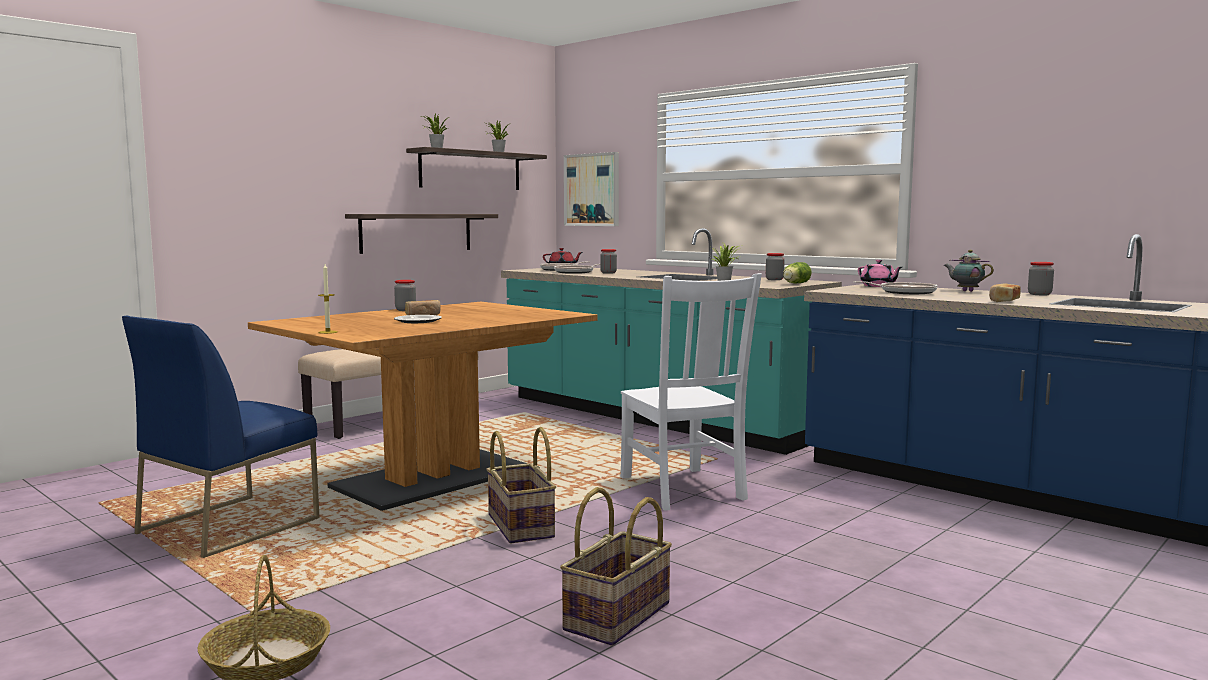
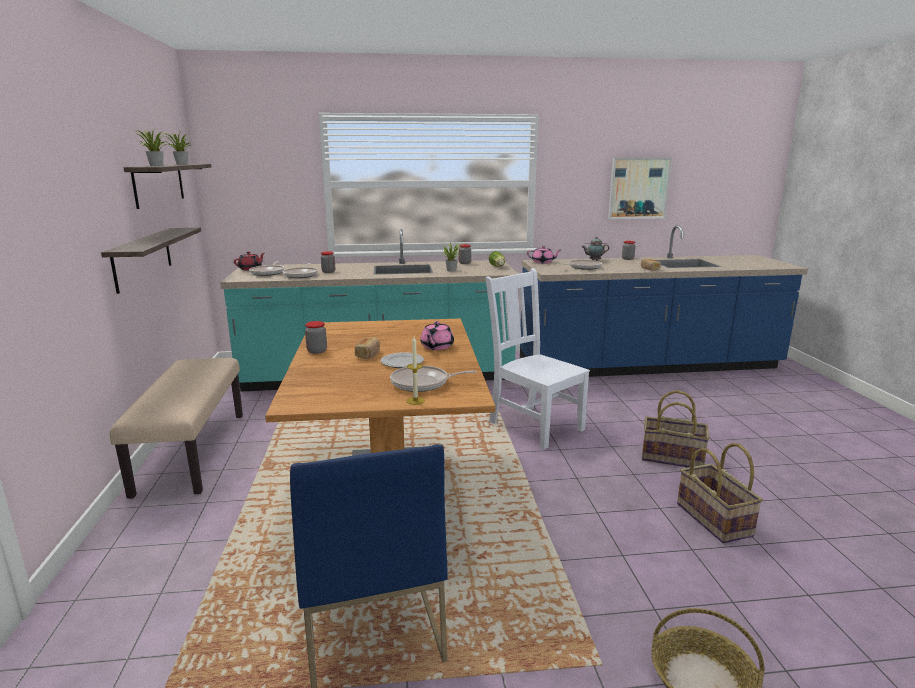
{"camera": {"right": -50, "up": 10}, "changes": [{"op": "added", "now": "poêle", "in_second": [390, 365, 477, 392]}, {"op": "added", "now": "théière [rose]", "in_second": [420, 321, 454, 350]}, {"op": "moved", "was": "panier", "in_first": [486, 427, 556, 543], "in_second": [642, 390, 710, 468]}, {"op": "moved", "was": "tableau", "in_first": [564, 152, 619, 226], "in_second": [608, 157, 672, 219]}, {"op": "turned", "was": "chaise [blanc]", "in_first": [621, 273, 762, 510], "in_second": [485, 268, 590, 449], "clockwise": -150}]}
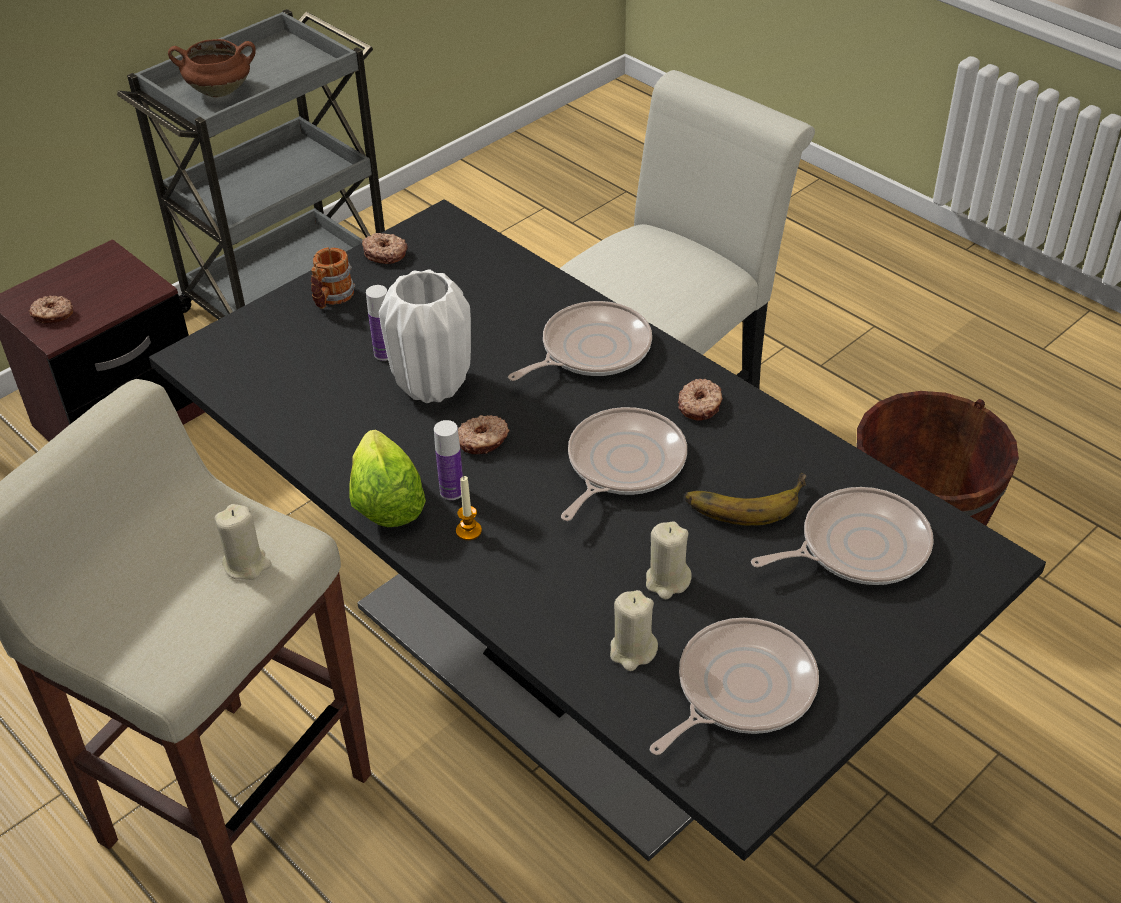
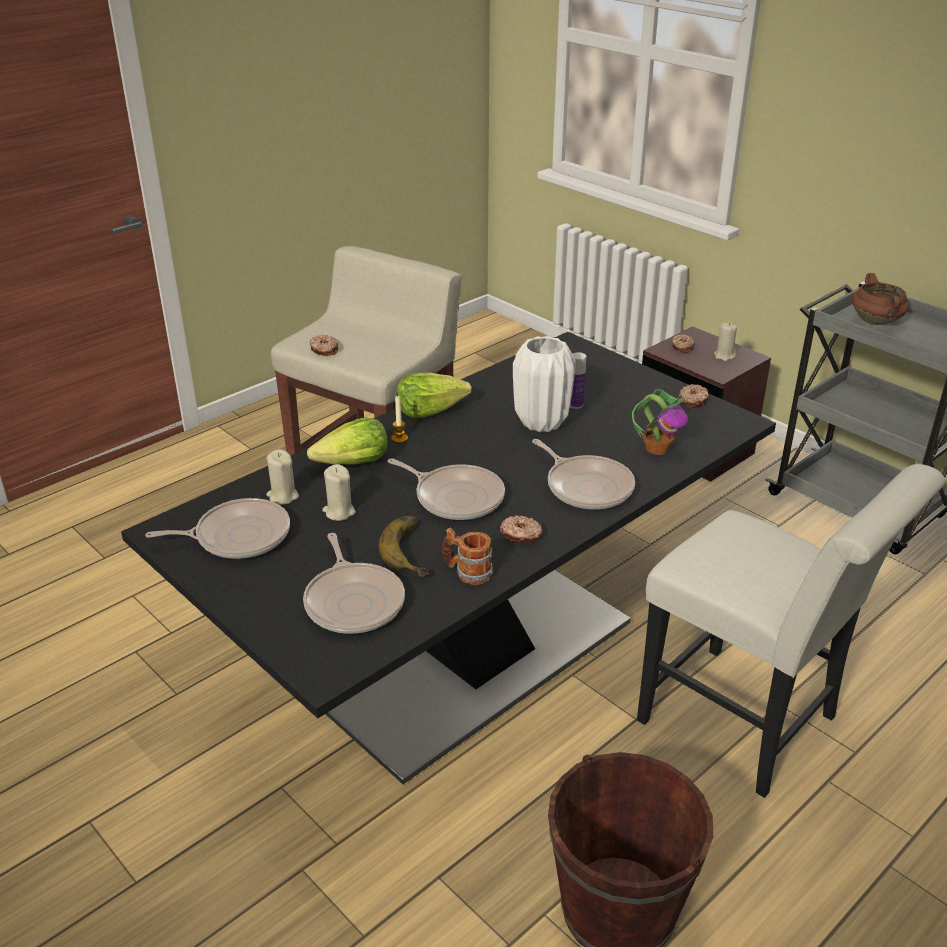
{"camera": {"right": 90, "up": -10}, "changes": [{"op": "removed", "was": "bouteille", "in_first": [434, 420, 463, 500]}, {"op": "added", "now": "laitue", "in_second": [307, 417, 387, 465]}, {"op": "added", "now": "plante en pot", "in_second": [632, 389, 688, 455]}, {"op": "moved", "was": "bougie [beige]", "in_first": [215, 504, 271, 580], "in_second": [714, 323, 737, 361]}, {"op": "moved", "was": "mug", "in_first": [311, 247, 355, 309], "in_second": [442, 528, 493, 585]}, {"op": "moved", "was": "beignet", "in_first": [458, 415, 509, 454], "in_second": [310, 334, 338, 356]}, {"op": "turned", "was": "poêle", "in_first": [650, 618, 819, 755], "in_second": [145, 498, 290, 559], "clockwise": -60}]}
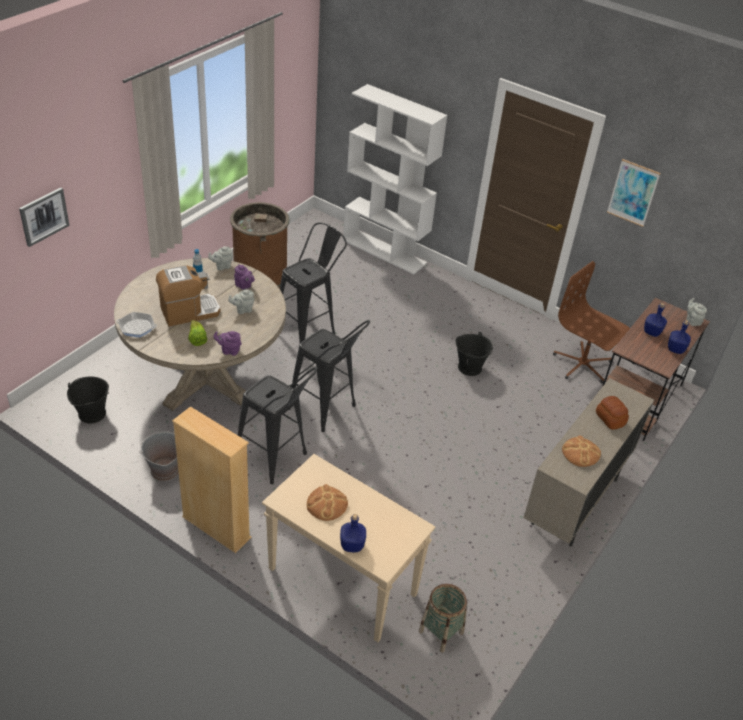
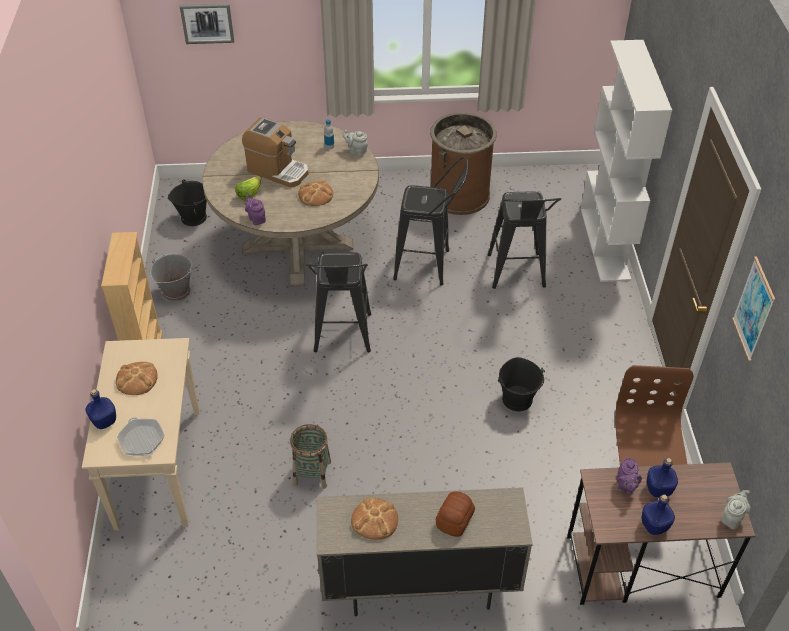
{"camera": {"right": 55, "up": 5}, "changes": [{"op": "moved", "was": "poêle", "in_first": [116, 312, 157, 337], "in_second": [117, 417, 165, 456]}, {"op": "moved", "was": "théière [violet]", "in_first": [234, 264, 255, 290], "in_second": [616, 458, 642, 494]}, {"op": "moved", "was": "tabouret [noir]", "in_first": [238, 367, 318, 484], "in_second": [488, 191, 561, 289]}, {"op": "moved", "was": "panier", "in_first": [419, 584, 467, 653], "in_second": [290, 424, 331, 489]}, {"op": "replaced", "was": "théière [gris]", "now": "pain", "in_first": [228, 289, 254, 314], "in_second": [298, 180, 333, 206]}]}
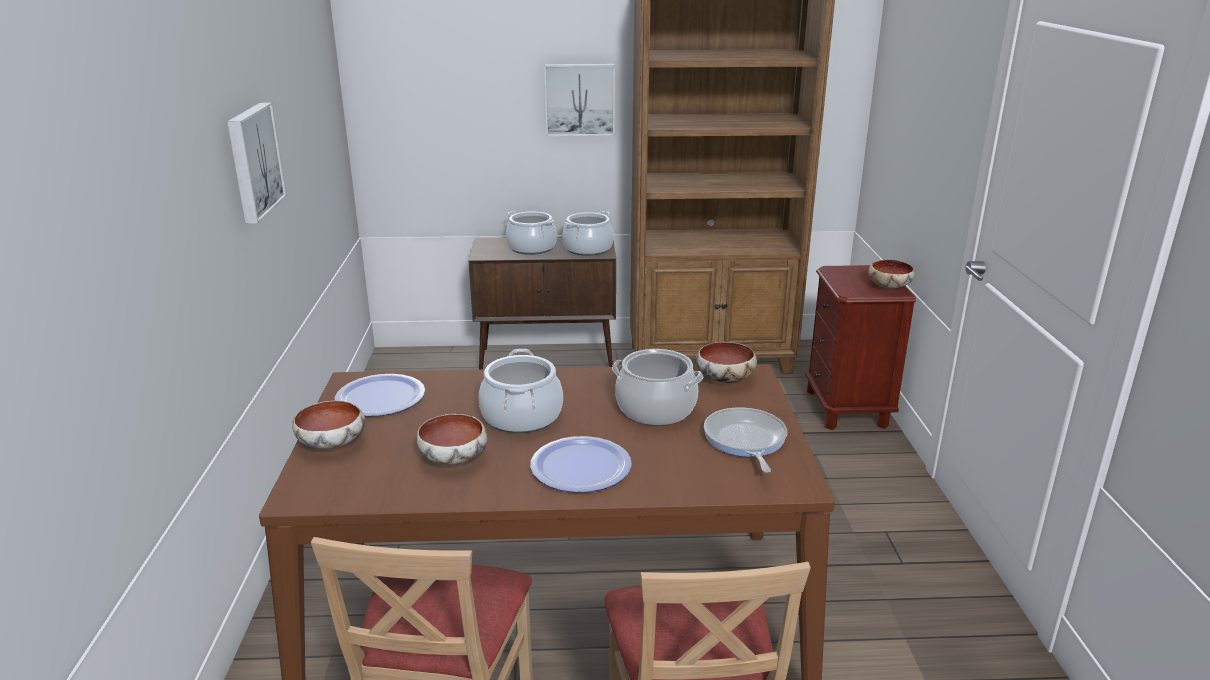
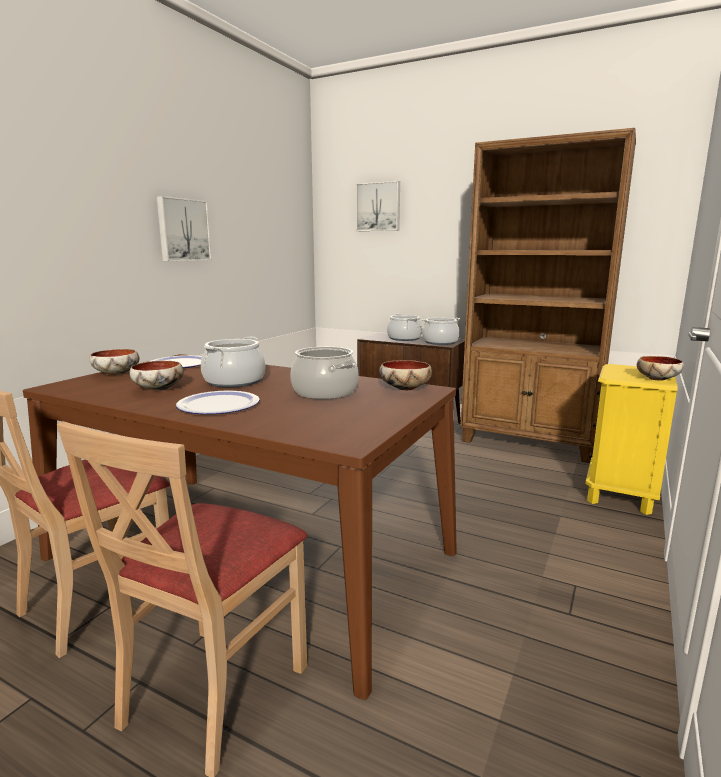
{"camera": {"right": 30, "up": -10}, "changes": [{"op": "removed", "was": "poêle", "in_first": [704, 408, 787, 473]}, {"op": "moved", "was": "tableau", "in_first": [544, 64, 615, 136], "in_second": [356, 181, 400, 231]}, {"op": "recoloured", "was": "table de chevet [marron]", "now": "table de chevet [jaune]", "in_first": [805, 265, 916, 430], "in_second": [585, 364, 678, 515]}]}
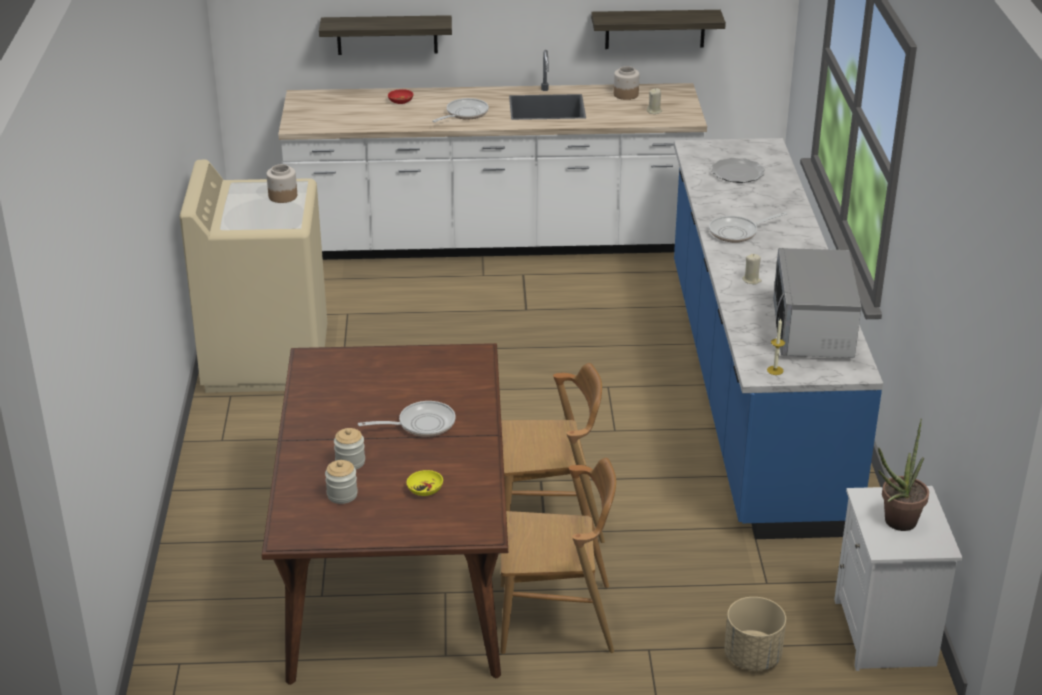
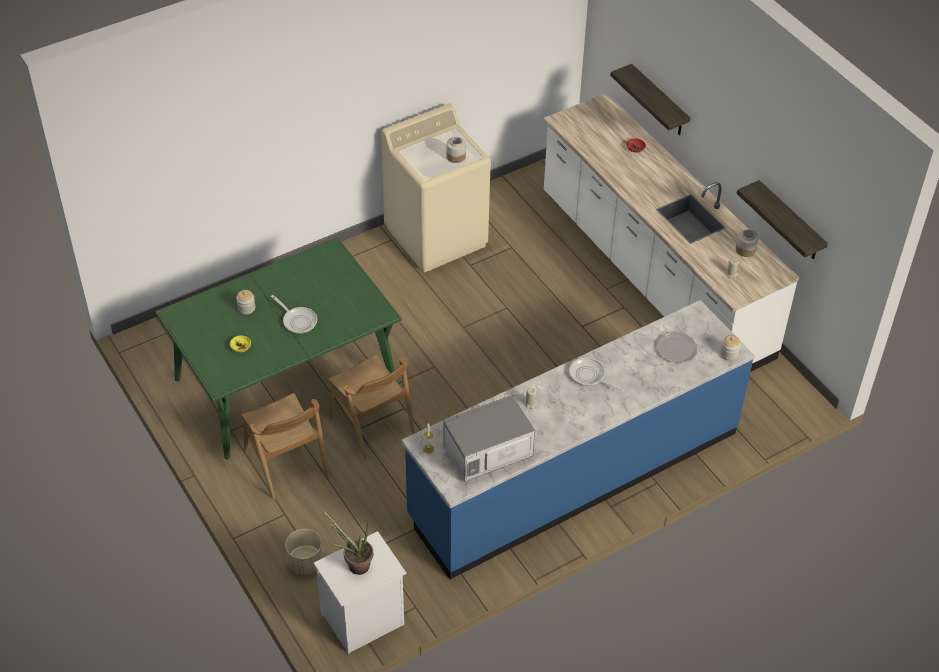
{"camera": {"right": 60, "up": 15}, "changes": [{"op": "removed", "was": "poêle", "in_first": [432, 98, 489, 122]}, {"op": "moved", "was": "bocal", "in_first": [325, 460, 358, 504], "in_second": [720, 335, 741, 361]}, {"op": "recoloured", "was": "table à manger [marron]", "now": "table à manger [vert]", "in_first": [262, 343, 508, 685], "in_second": [155, 237, 402, 460]}]}
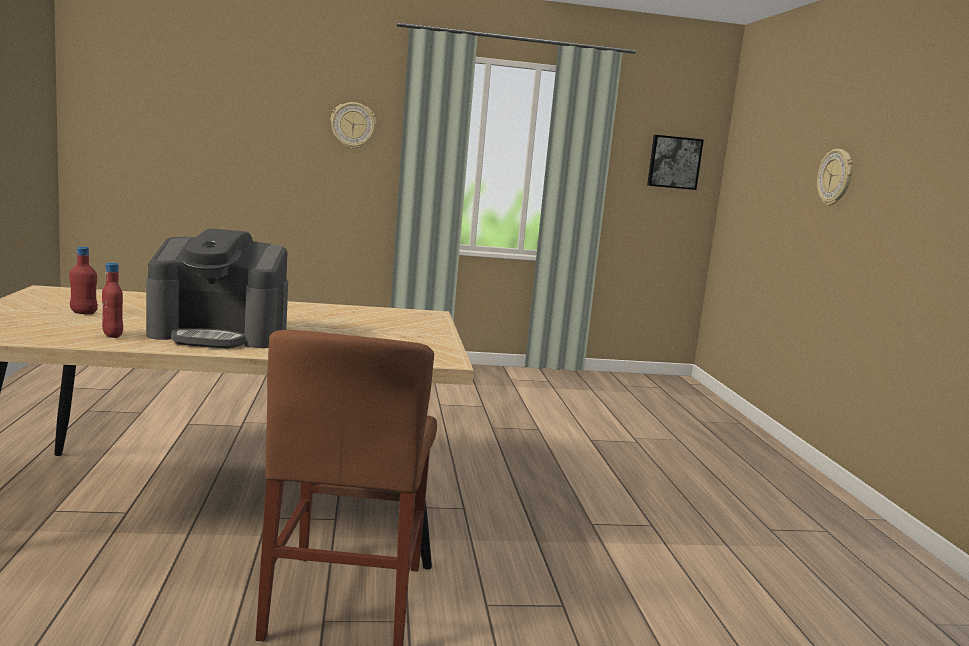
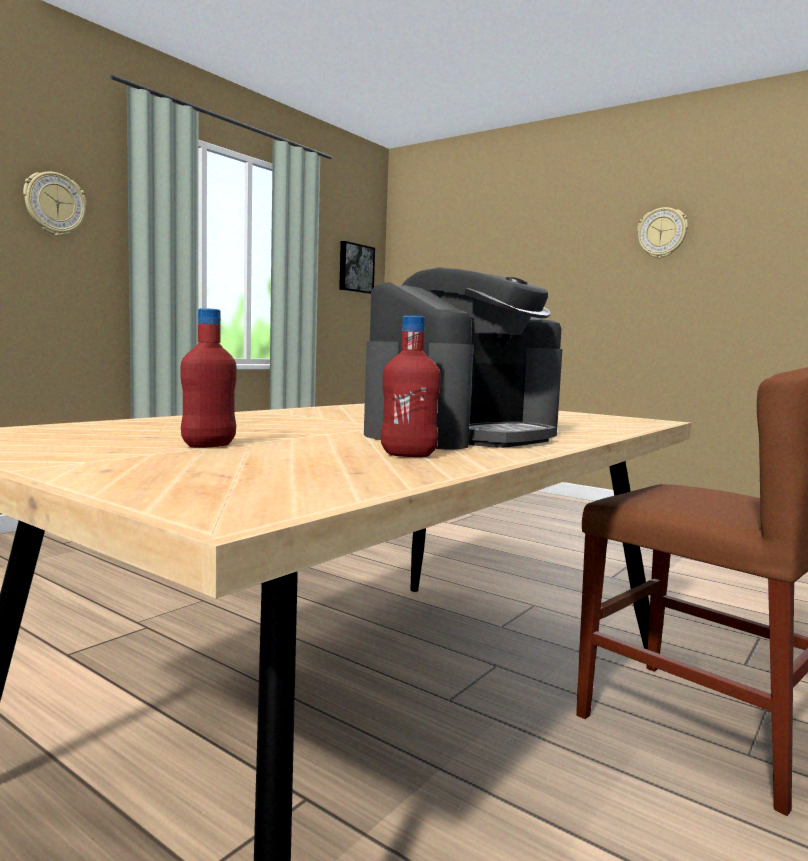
{"camera": {"right": -45, "up": -5}, "changes": [{"op": "moved", "was": "horloge murale", "in_first": [817, 149, 853, 206], "in_second": [637, 207, 688, 258]}]}
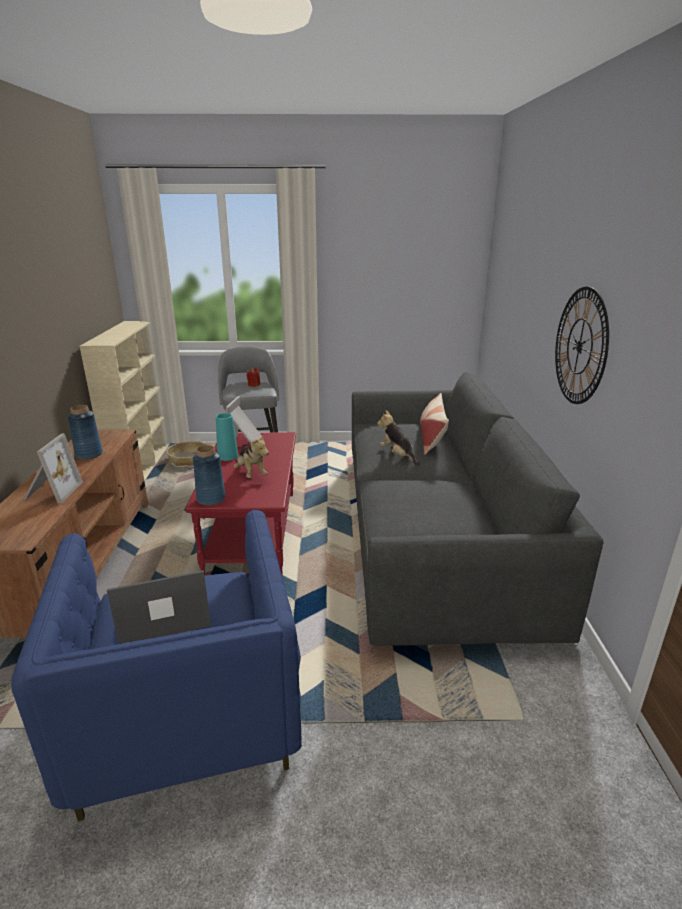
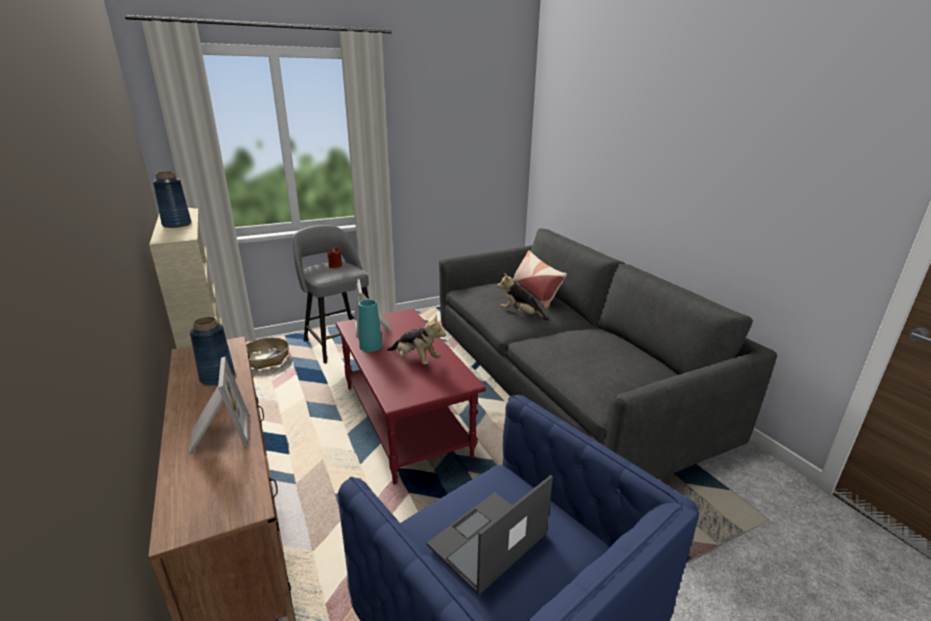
{"camera": {"right": -25, "up": 0}, "changes": [{"op": "removed", "was": "horloge murale", "in_first": [555, 287, 609, 404]}, {"op": "moved", "was": "vase [bleu]", "in_first": [193, 445, 226, 506], "in_second": [153, 171, 192, 228]}]}
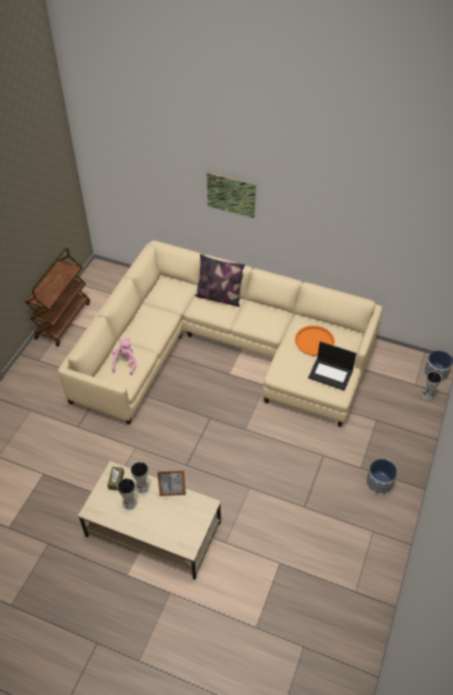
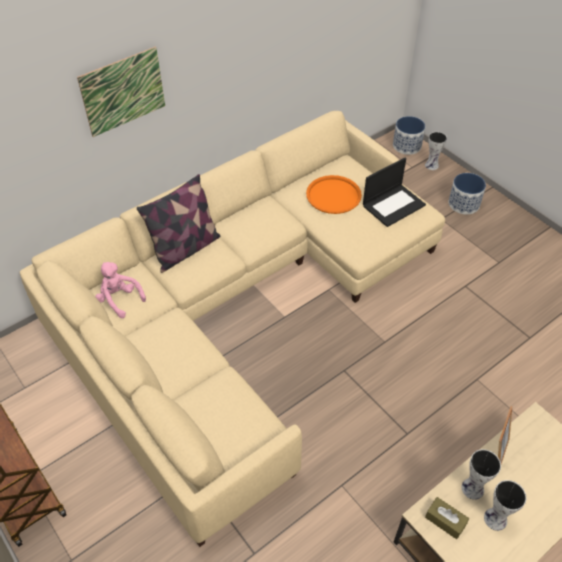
{"camera": {"right": -60, "up": 0}, "changes": [{"op": "moved", "was": "peluche [rose]", "in_first": [112, 338, 136, 375], "in_second": [95, 262, 146, 318]}, {"op": "moved", "was": "cache-pot", "in_first": [366, 459, 397, 495], "in_second": [449, 173, 486, 214]}]}
